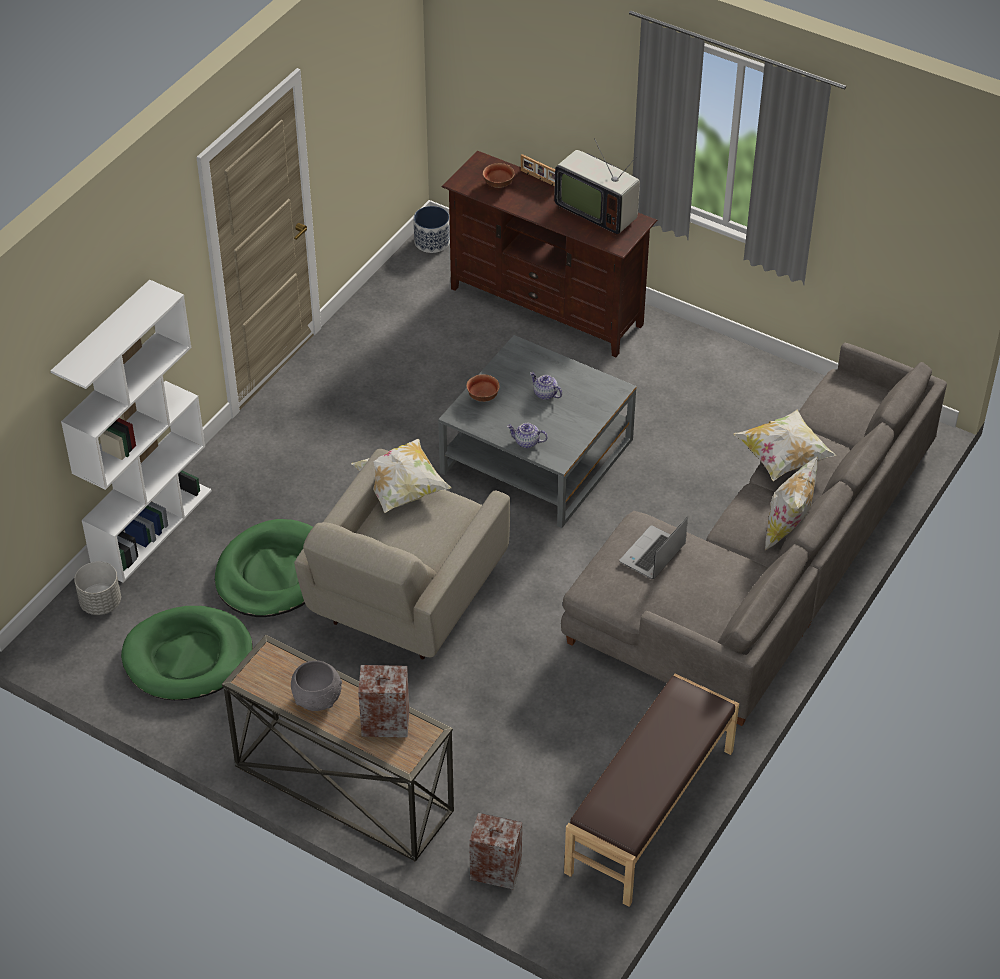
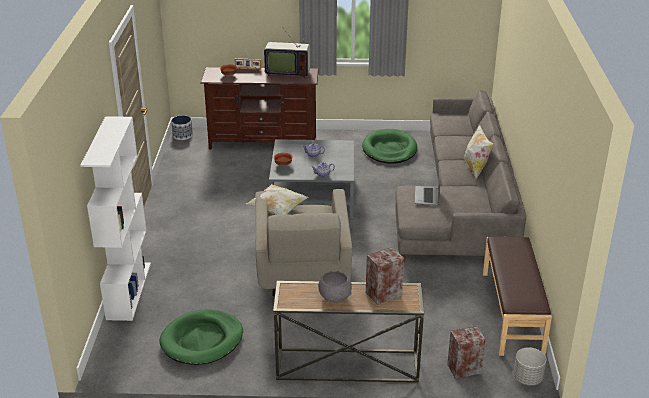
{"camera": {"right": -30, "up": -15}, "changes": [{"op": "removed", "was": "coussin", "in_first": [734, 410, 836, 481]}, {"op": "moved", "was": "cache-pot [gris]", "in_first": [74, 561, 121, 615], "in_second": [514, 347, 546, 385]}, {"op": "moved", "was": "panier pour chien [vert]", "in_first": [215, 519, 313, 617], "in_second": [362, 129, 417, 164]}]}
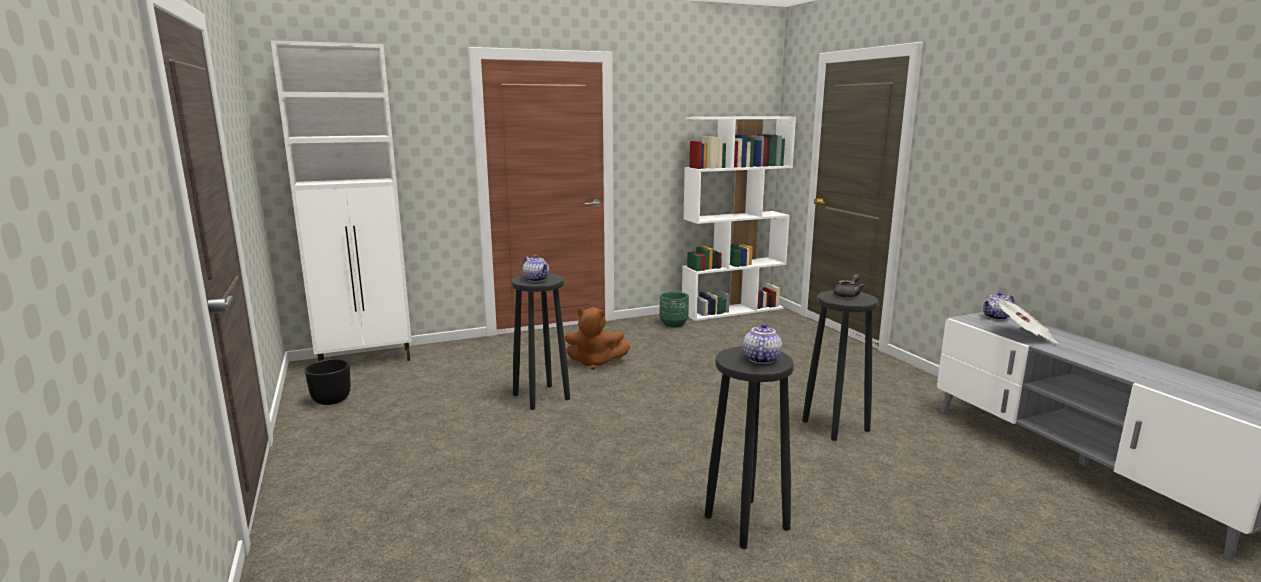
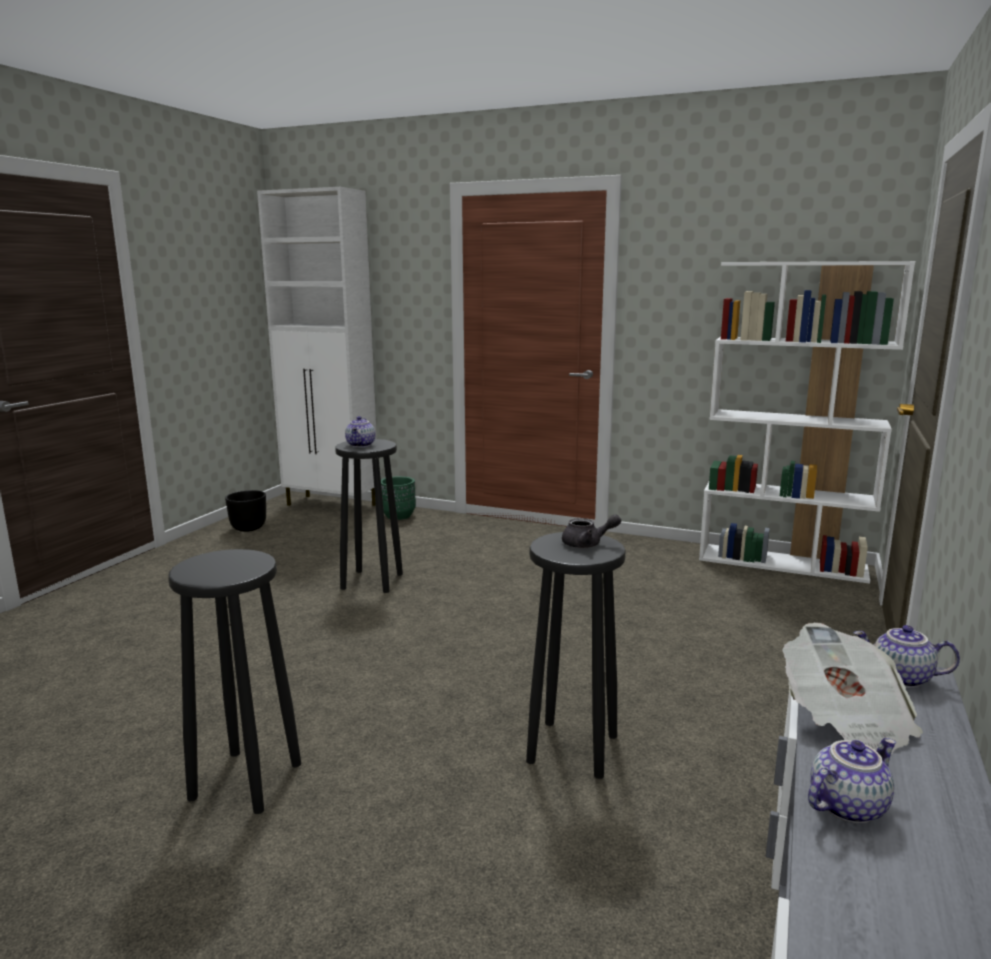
{"camera": {"right": 45, "up": 0}, "changes": [{"op": "removed", "was": "peluche [marron]", "in_first": [565, 307, 630, 370]}, {"op": "moved", "was": "cache-pot [vert]", "in_first": [659, 291, 689, 327], "in_second": [381, 476, 416, 520]}, {"op": "moved", "was": "théière", "in_first": [743, 323, 782, 364], "in_second": [808, 738, 896, 823]}]}
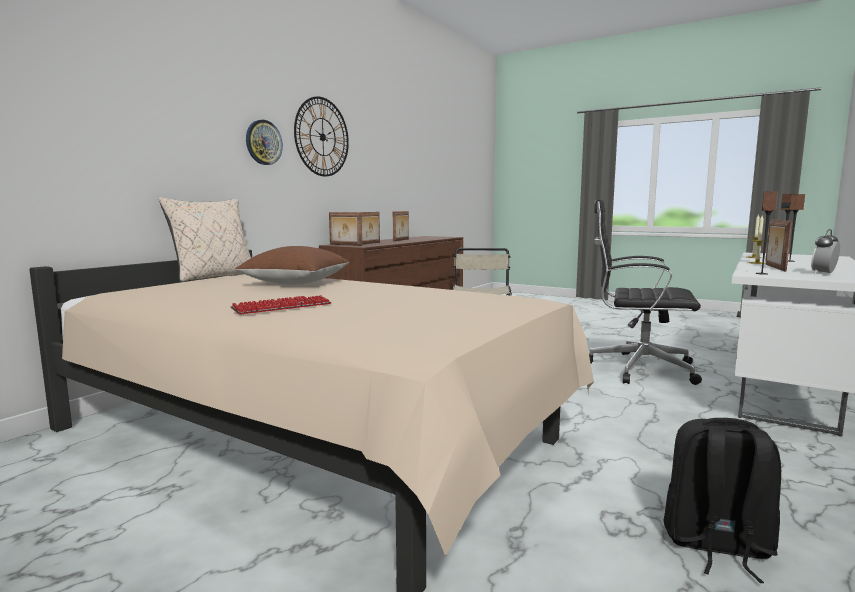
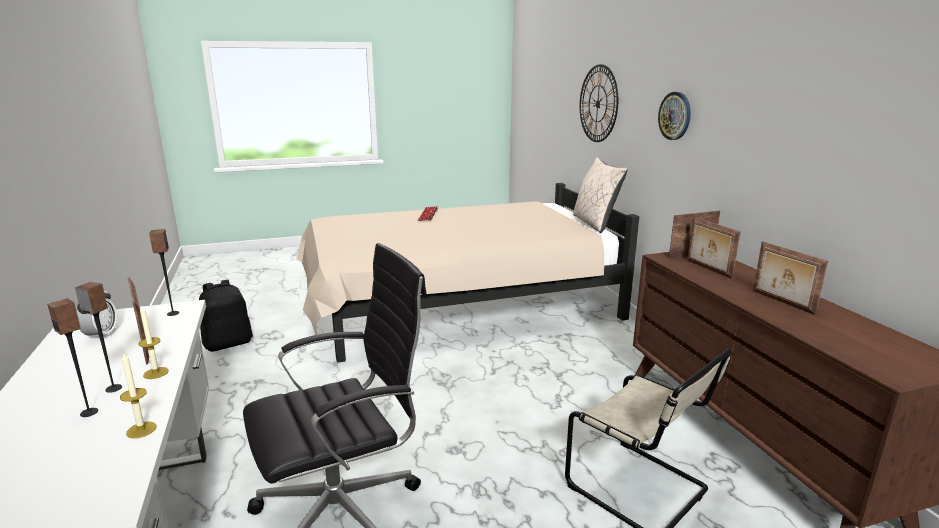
{"camera": {"right": 130, "up": 10}, "changes": [{"op": "removed", "was": "coussin [marron]", "in_first": [235, 246, 350, 284]}, {"op": "moved", "was": "horloge murale", "in_first": [294, 96, 349, 177], "in_second": [580, 64, 618, 142]}]}
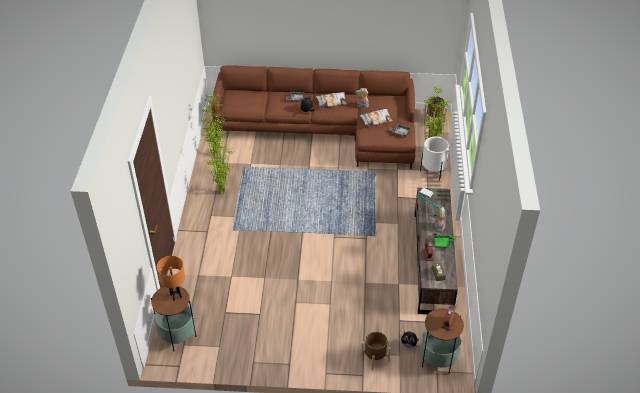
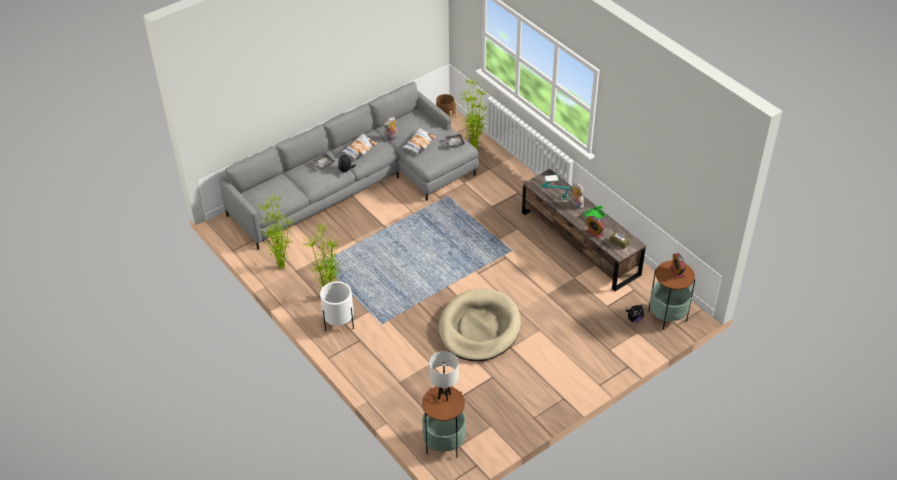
{"camera": {"right": -40, "up": 0}, "changes": [{"op": "removed", "was": "cache-pot [marron]", "in_first": [361, 332, 391, 371]}, {"op": "added", "now": "panier pour chien [beige]", "in_second": [439, 289, 521, 361]}, {"op": "moved", "was": "cache-pot [blanc]", "in_first": [420, 137, 449, 180], "in_second": [320, 281, 354, 331]}, {"op": "recoloured", "was": "lampe de table [orange]", "now": "lampe de table [blanc]", "in_first": [157, 256, 185, 301], "in_second": [429, 351, 459, 402]}, {"op": "recoloured", "was": "canapé [marron]", "now": "canapé [gris]", "in_first": [211, 65, 416, 169], "in_second": [219, 82, 479, 250]}]}
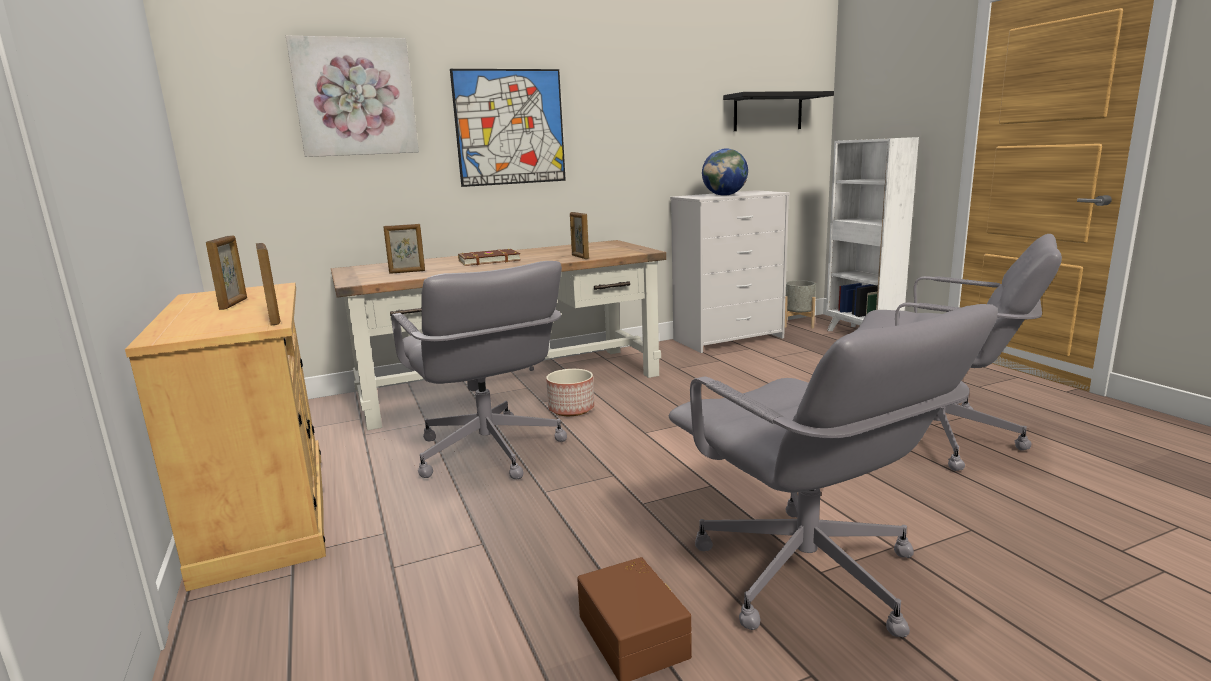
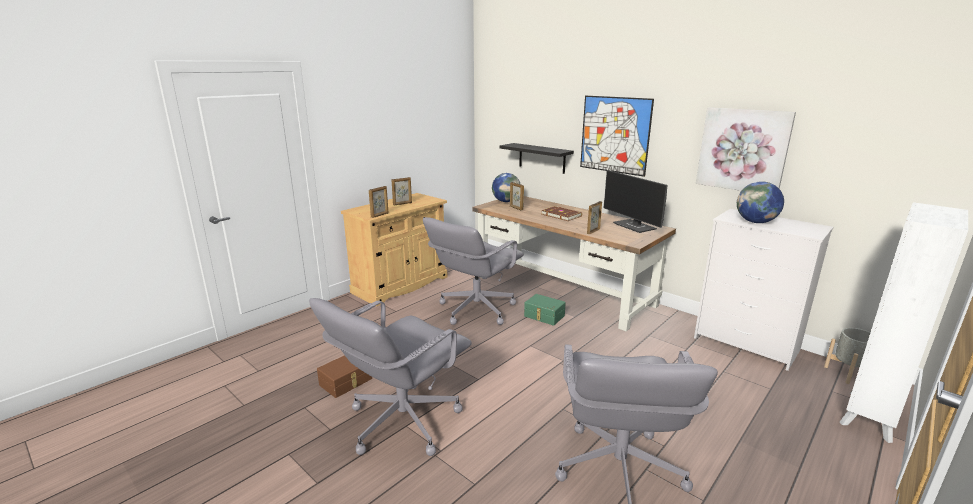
{"camera": {"right": 65, "up": 5}, "changes": [{"op": "added", "now": "globe", "in_second": [492, 173, 520, 202]}, {"op": "added", "now": "écran d'ordinateur", "in_second": [604, 170, 667, 233]}, {"op": "moved", "was": "tableau", "in_first": [286, 36, 419, 157], "in_second": [696, 107, 796, 191]}, {"op": "moved", "was": "étagère [noir]", "in_first": [723, 91, 834, 131], "in_second": [500, 143, 574, 174]}, {"op": "replaced", "was": "cache-pot", "now": "boîte de rangement [vert]", "in_first": [546, 369, 594, 416], "in_second": [524, 294, 566, 326]}]}
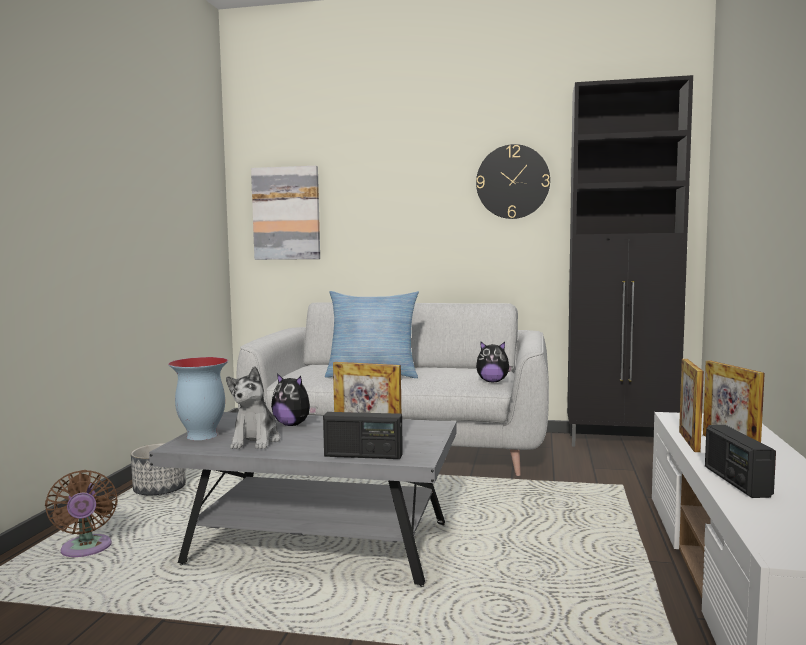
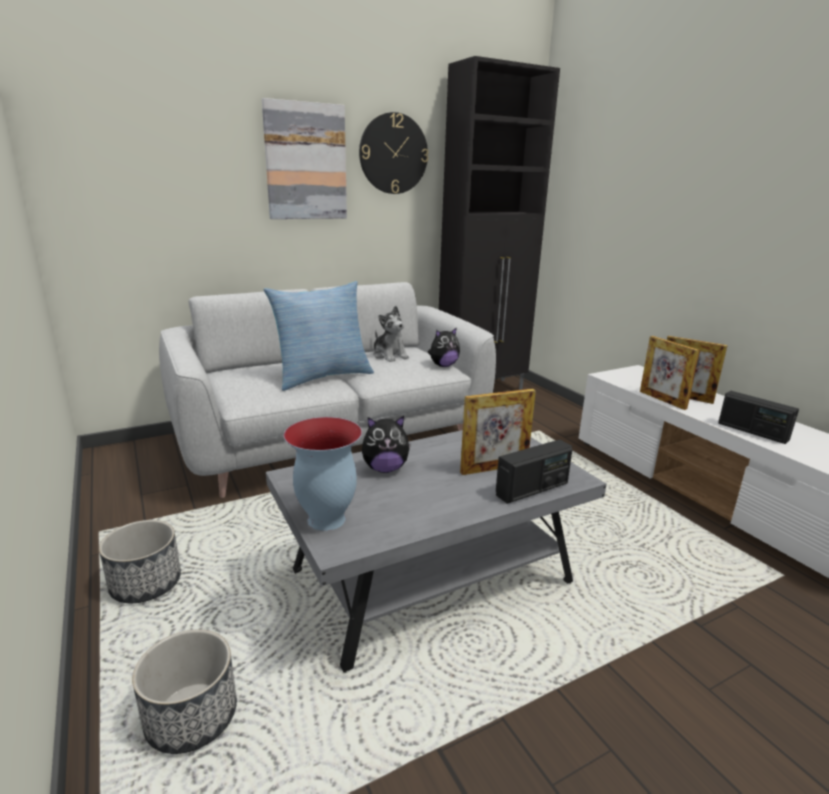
{"camera": {"right": -40, "up": 15}, "changes": [{"op": "moved", "was": "peluche", "in_first": [226, 366, 280, 449], "in_second": [373, 306, 409, 362]}, {"op": "moved", "was": "tableau", "in_first": [251, 166, 320, 260], "in_second": [262, 98, 347, 219]}, {"op": "replaced", "was": "ventilateur [marron]", "now": "cache-pot", "in_first": [45, 470, 118, 557], "in_second": [132, 629, 237, 754]}]}
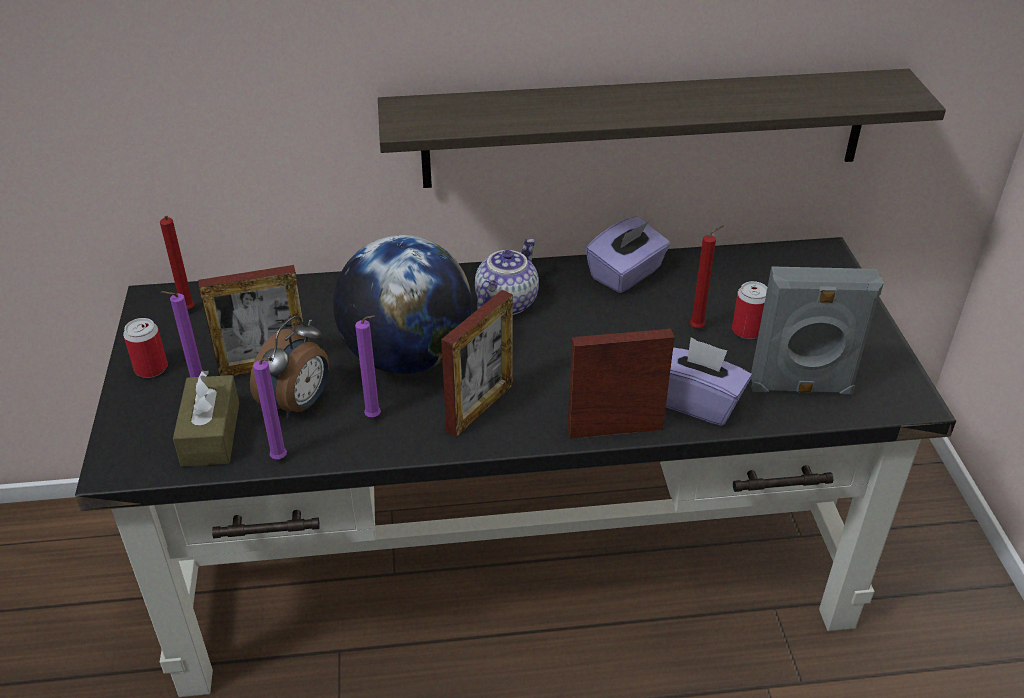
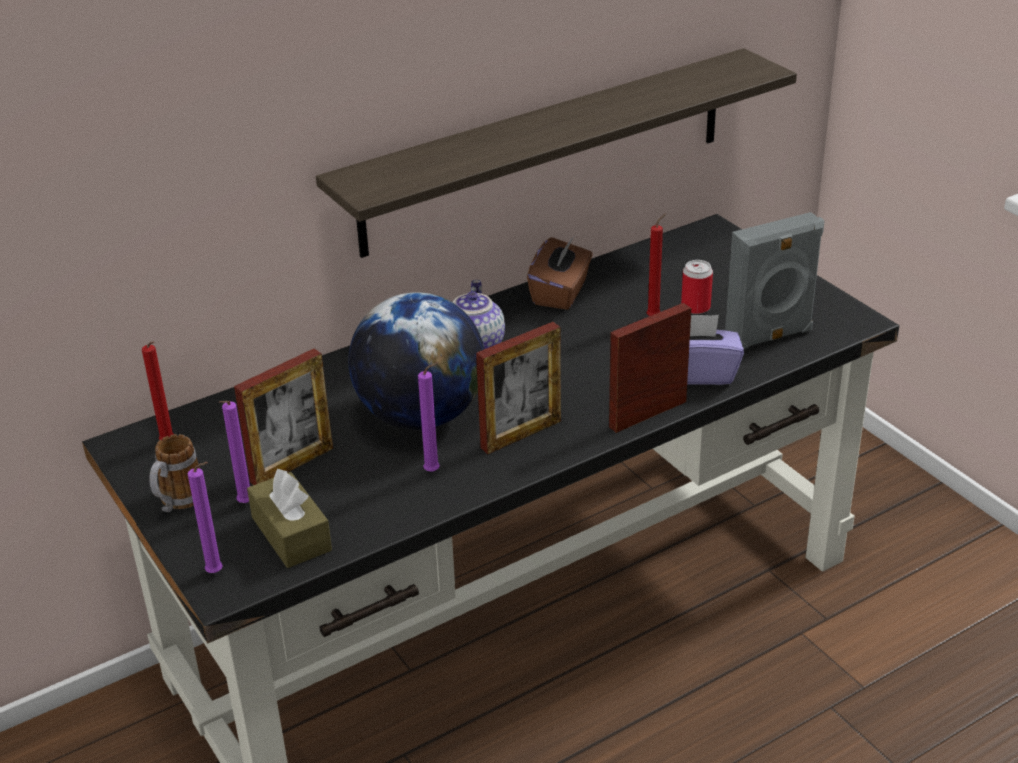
{"camera": {"right": -25, "up": -5}, "changes": [{"op": "removed", "was": "réveil", "in_first": [250, 316, 329, 418]}, {"op": "moved", "was": "bougie [violet]", "in_first": [253, 358, 287, 459], "in_second": [188, 462, 223, 573]}, {"op": "replaced", "was": "boîte métallique", "now": "mug", "in_first": [123, 318, 168, 378], "in_second": [149, 434, 200, 512]}, {"op": "recoloured", "was": "boîte à mouchoirs [violet]", "now": "boîte à mouchoirs [marron]", "in_first": [586, 216, 670, 293], "in_second": [527, 236, 593, 310]}, {"op": "turned", "was": "cadre photo", "in_first": [441, 290, 513, 437], "in_second": [476, 322, 561, 454], "clockwise": 45}]}
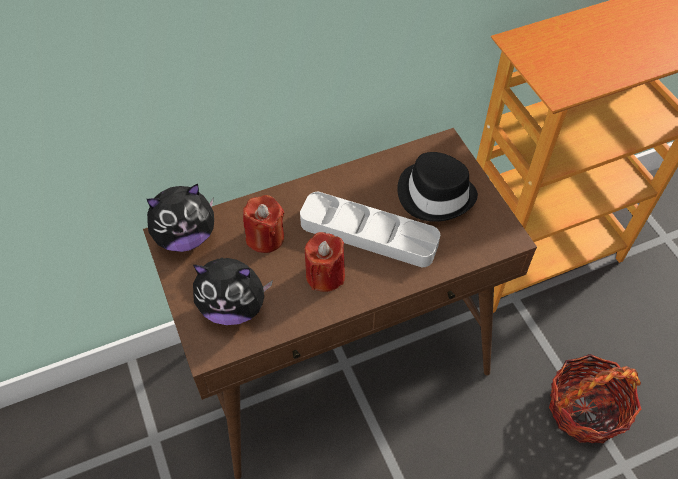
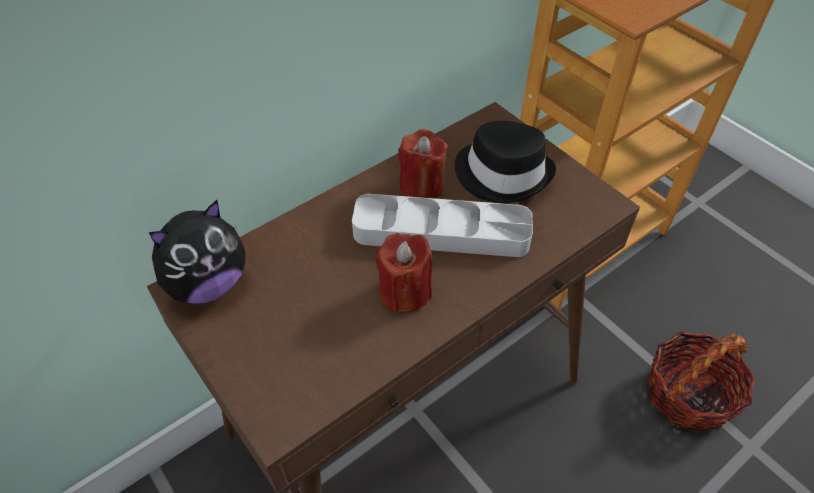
{"camera": {"right": -15, "up": -5}, "changes": [{"op": "removed", "was": "peluche", "in_first": [193, 257, 273, 325]}, {"op": "moved", "was": "bougie [rouge]", "in_first": [243, 195, 284, 253], "in_second": [398, 129, 447, 198]}]}
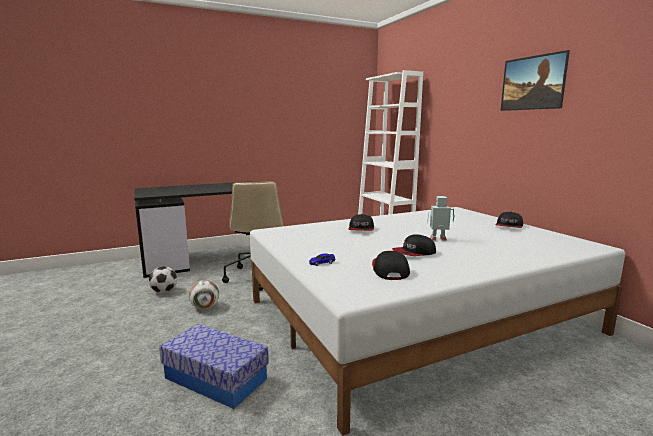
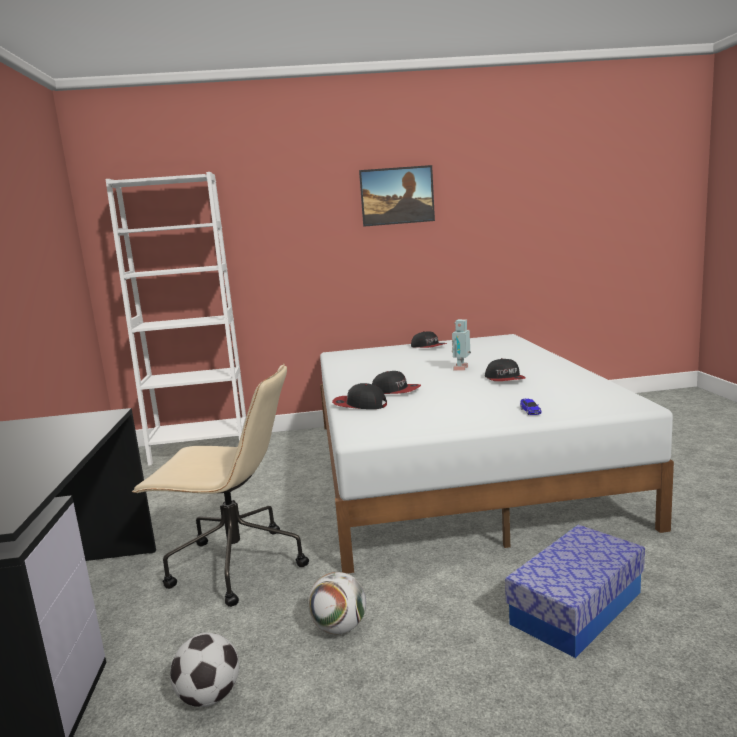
{"camera": {"right": -70, "up": 0}, "changes": [{"op": "moved", "was": "casquette", "in_first": [372, 251, 410, 280], "in_second": [332, 383, 387, 409]}]}
